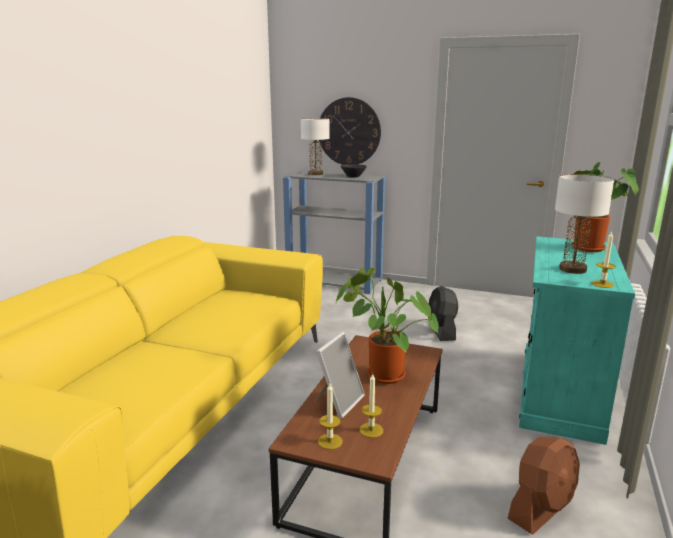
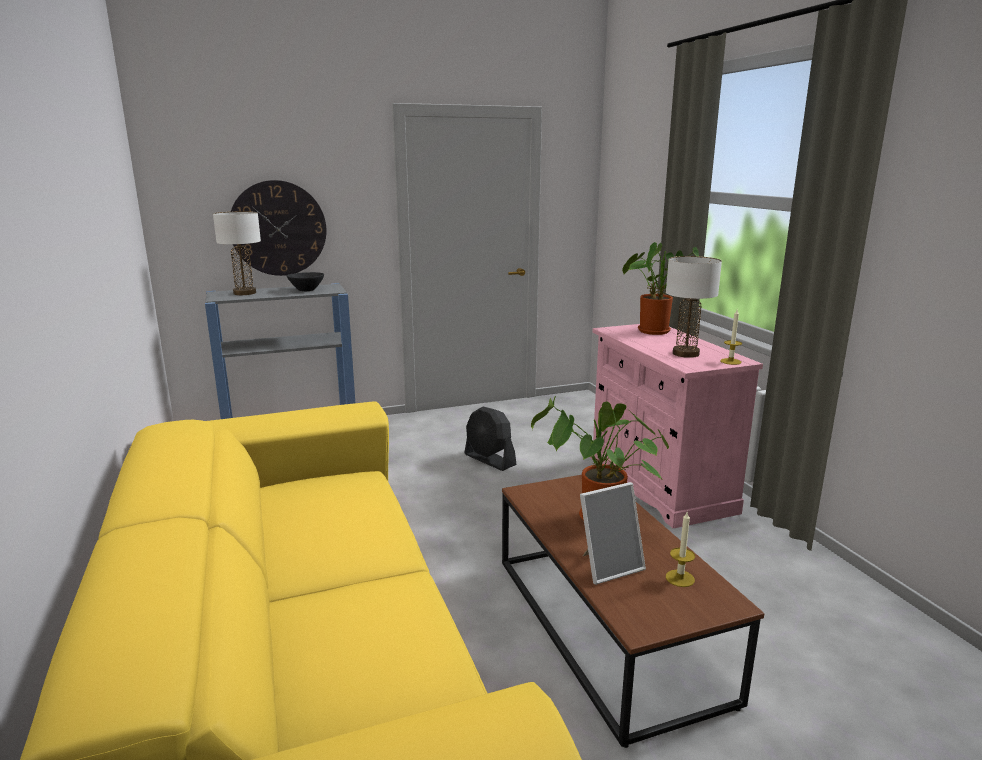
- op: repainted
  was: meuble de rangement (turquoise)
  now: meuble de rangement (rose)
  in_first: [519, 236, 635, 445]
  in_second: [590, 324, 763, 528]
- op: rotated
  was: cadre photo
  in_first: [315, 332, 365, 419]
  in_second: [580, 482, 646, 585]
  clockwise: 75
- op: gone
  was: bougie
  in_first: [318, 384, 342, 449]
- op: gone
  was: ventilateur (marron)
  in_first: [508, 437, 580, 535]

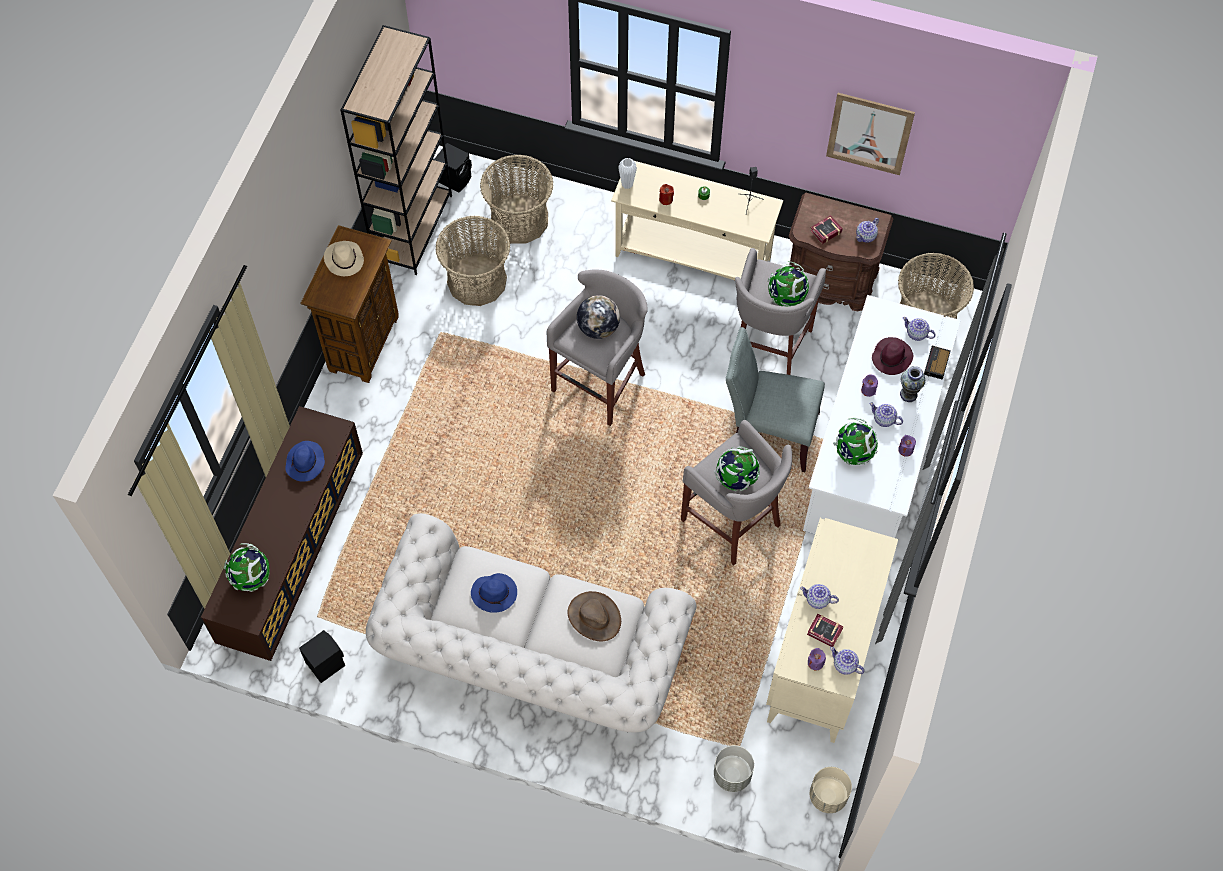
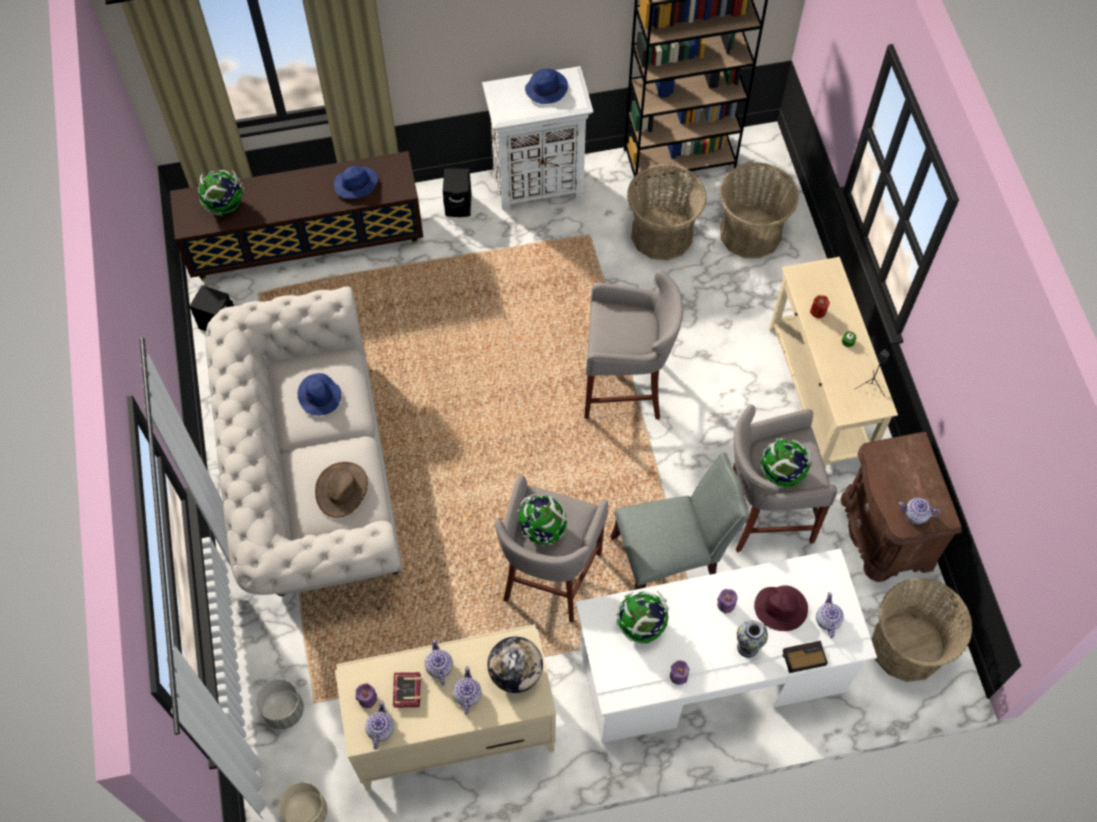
- op: gone
  was: tableau
  in_first: [826, 93, 915, 175]
- op: shifted
  was: enceinte (noir)
  in_first: [435, 143, 472, 193]
  in_second: [443, 168, 472, 217]
- op: gone
  was: vase (blanc)
  in_first: [618, 158, 637, 189]
- op: gone
  was: livre
  in_first: [810, 215, 843, 244]
- op: repainted
  was: meuble de rangement (marron)
  now: meuble de rangement (blanc)
  in_first: [300, 225, 398, 383]
  in_second: [482, 66, 593, 210]
- op: repainted
  was: chapeau (beige)
  now: chapeau (bleu)
  in_first: [324, 241, 364, 276]
  in_second: [525, 69, 568, 104]
- op: shifted
  was: globe
  in_first: [577, 295, 620, 339]
  in_second: [487, 637, 543, 693]
- op: rotated
  was: chaise (gris)
  in_first: [726, 327, 825, 472]
  in_second: [610, 452, 749, 590]
  clockwise: 90
- op: shifted
  was: théière
  in_first: [870, 403, 903, 427]
  in_second: [453, 666, 482, 715]

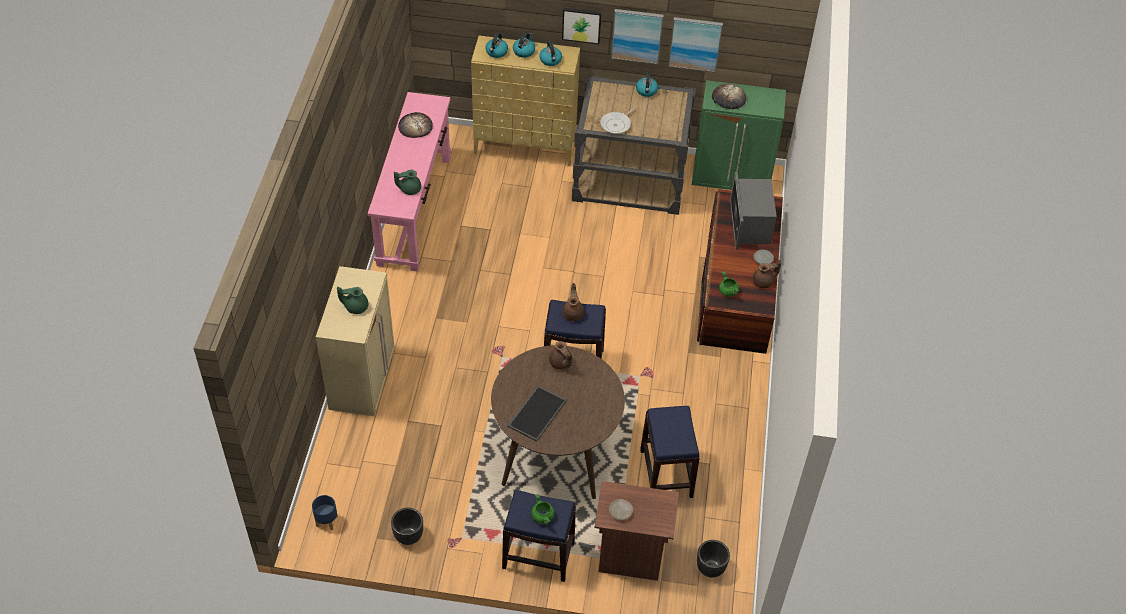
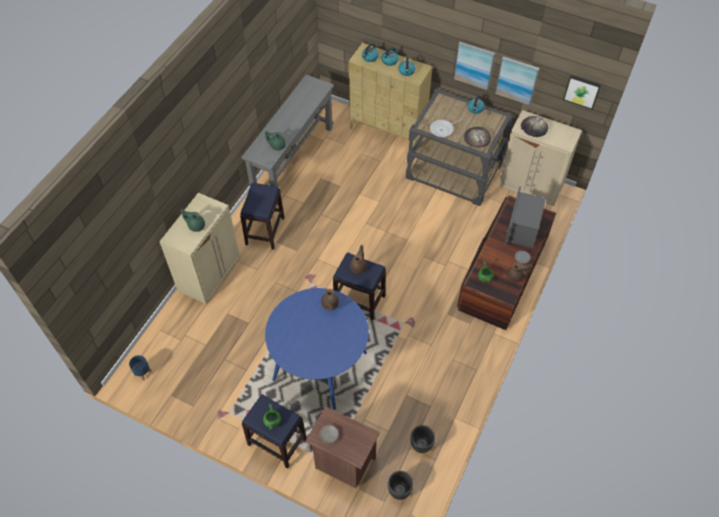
- op: shifted
  was: tableau
  in_first: [562, 7, 602, 44]
  in_second: [563, 75, 601, 110]
- op: repainted
  was: meuble de rangement (vert)
  now: meuble de rangement (beige)
  in_first: [692, 80, 786, 190]
  in_second: [498, 110, 582, 206]
- op: repainted
  was: table console (rose)
  now: table console (gris)
  in_first: [368, 92, 451, 272]
  in_second: [241, 75, 334, 205]
- op: shifted
  was: pain
  in_first: [398, 112, 433, 138]
  in_second: [464, 127, 491, 147]
- op: repainted
  was: table à manger (marron)
  now: table à manger (bleu)
  in_first: [491, 345, 625, 499]
  in_second: [265, 288, 369, 410]
- op: gone
  was: plateau
  in_first: [507, 386, 567, 441]
- op: shifted
  was: tabouret
  in_first: [640, 406, 700, 498]
  in_second: [240, 183, 284, 250]
- op: shifted
  was: cache-pot (noir)
  in_first: [391, 508, 423, 545]
  in_second: [411, 425, 435, 453]

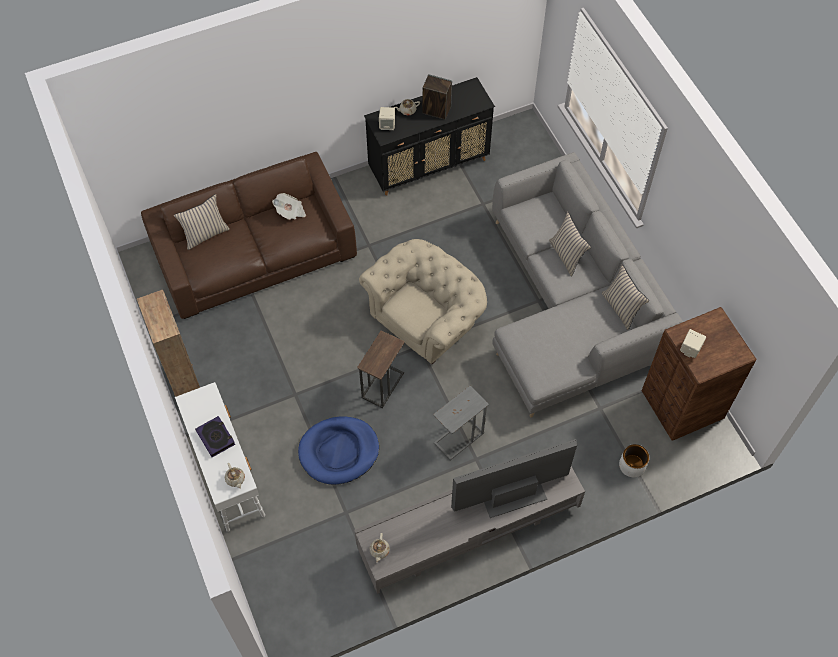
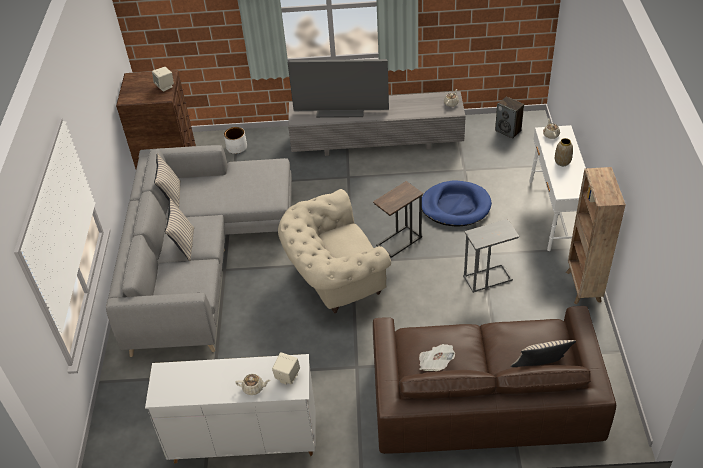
- op: shifted
  was: enceinte
  in_first: [422, 74, 452, 120]
  in_second: [495, 96, 524, 139]
- op: repainted
  was: meuble de rangement (noir)
  now: meuble de rangement (blanc)
  in_first: [364, 77, 495, 196]
  in_second: [145, 354, 316, 464]
- op: shifted
  was: table d'appoint (gris)
  in_first: [433, 386, 489, 460]
  in_second: [463, 219, 519, 293]
- op: swapped
  was: livre
  now: vase
  in_first: [195, 416, 235, 457]
  in_second: [555, 138, 573, 166]

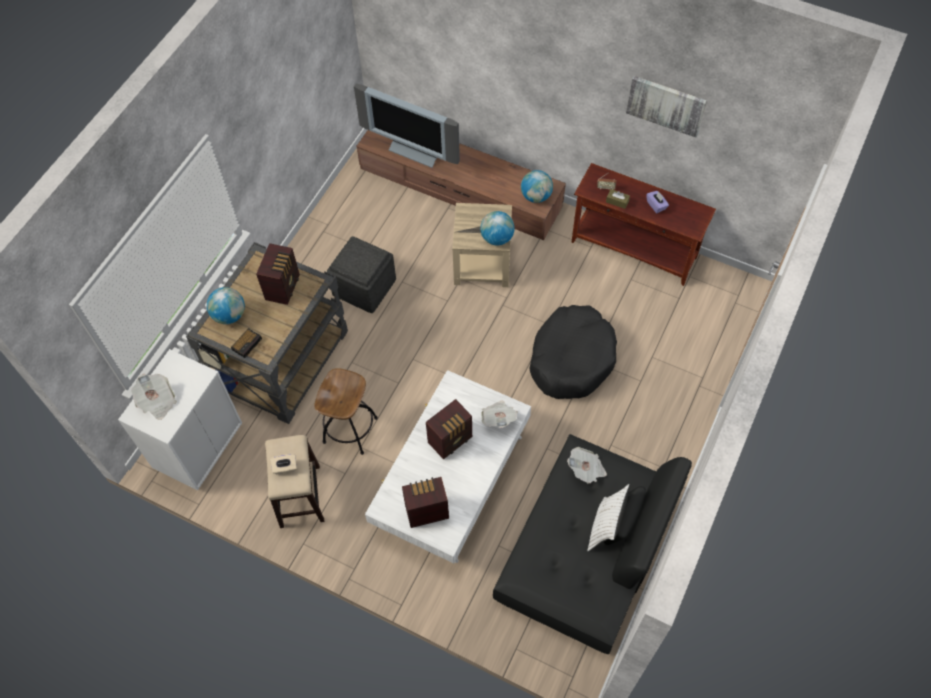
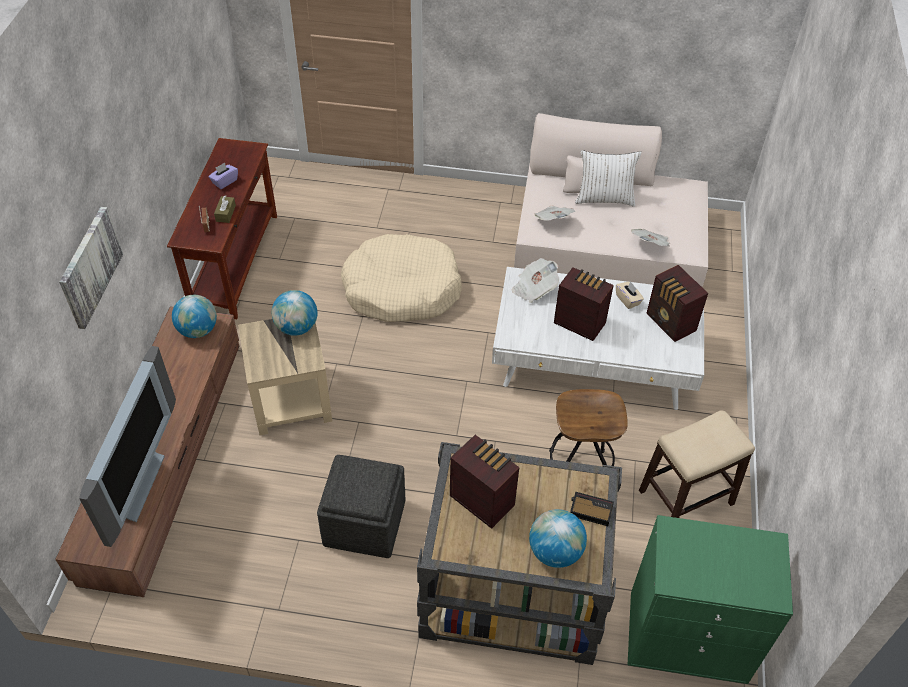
- op: shifted
  was: tableau
  in_first: [626, 76, 707, 137]
  in_second: [59, 206, 123, 329]
- op: rotated
  was: radio
  in_first: [256, 243, 300, 305]
  in_second: [450, 435, 520, 529]
  clockwise: 45
- op: repainted
  was: panier pour chien (noir)
  now: panier pour chien (beige)
  in_first: [530, 305, 617, 399]
  in_second: [341, 234, 462, 322]
- op: repainted
  was: meuble de rangement (blanc)
  now: meuble de rangement (vert)
  in_first: [118, 349, 242, 490]
  in_second: [628, 515, 793, 684]
- op: shifted
  was: journal
  in_first: [131, 374, 177, 420]
  in_second: [631, 229, 670, 247]
- op: repainted
  was: canapé (noir)
  now: canapé (beige)
  in_first: [493, 434, 692, 654]
  in_second: [514, 113, 708, 287]
- op: shifted
  was: boîte à mouchoirs (beige)
  in_first: [270, 454, 297, 474]
  in_second: [616, 282, 644, 309]

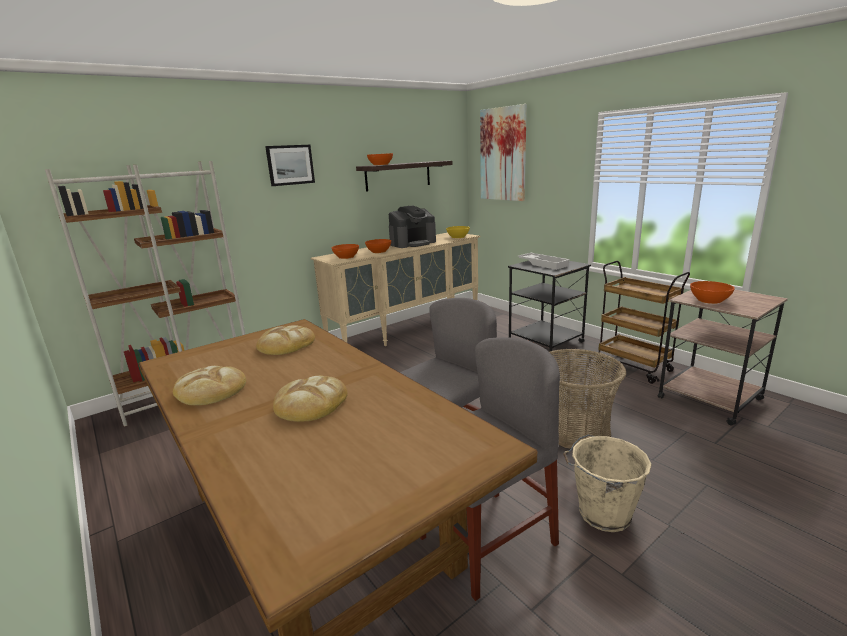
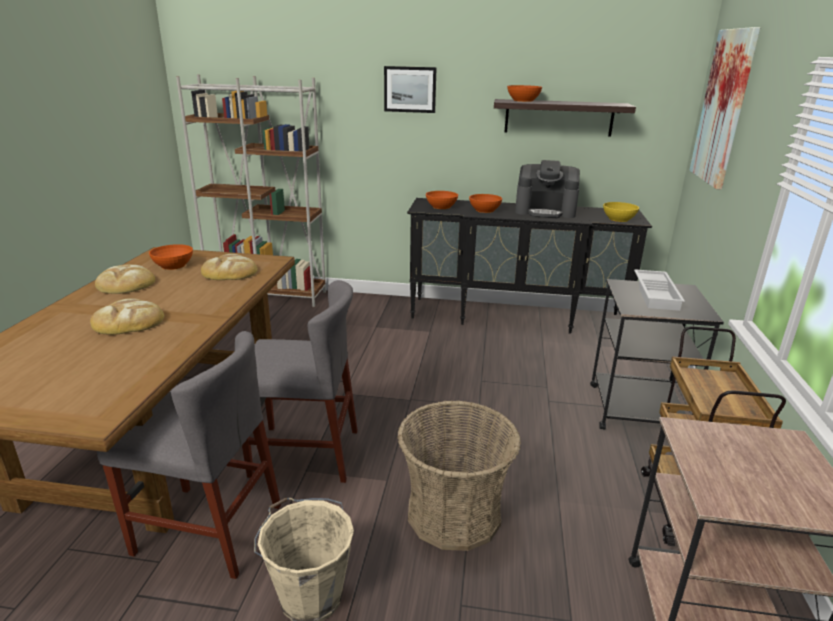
- op: repainted
  was: meuble de rangement (beige)
  now: meuble de rangement (noir)
  in_first: [310, 233, 480, 346]
  in_second: [407, 198, 652, 334]
- op: shifted
  was: bol (orange)
  in_first: [690, 281, 735, 304]
  in_second: [149, 244, 193, 270]

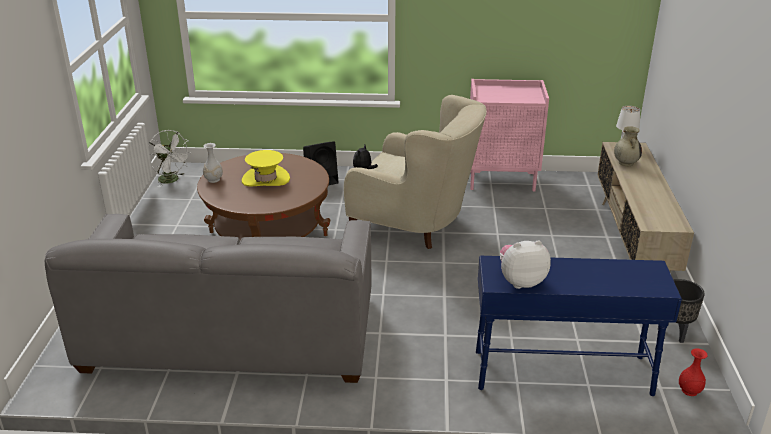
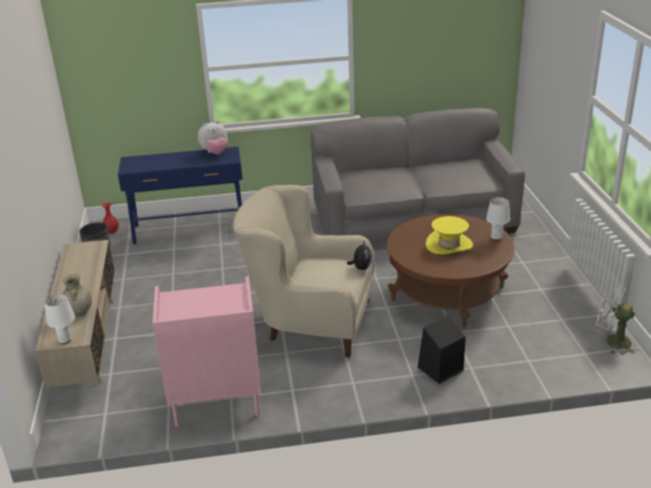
- op: swapped
  was: vase (blanc)
  now: lampe de table (blanc)
  in_first: [203, 143, 223, 183]
  in_second: [486, 197, 510, 241]

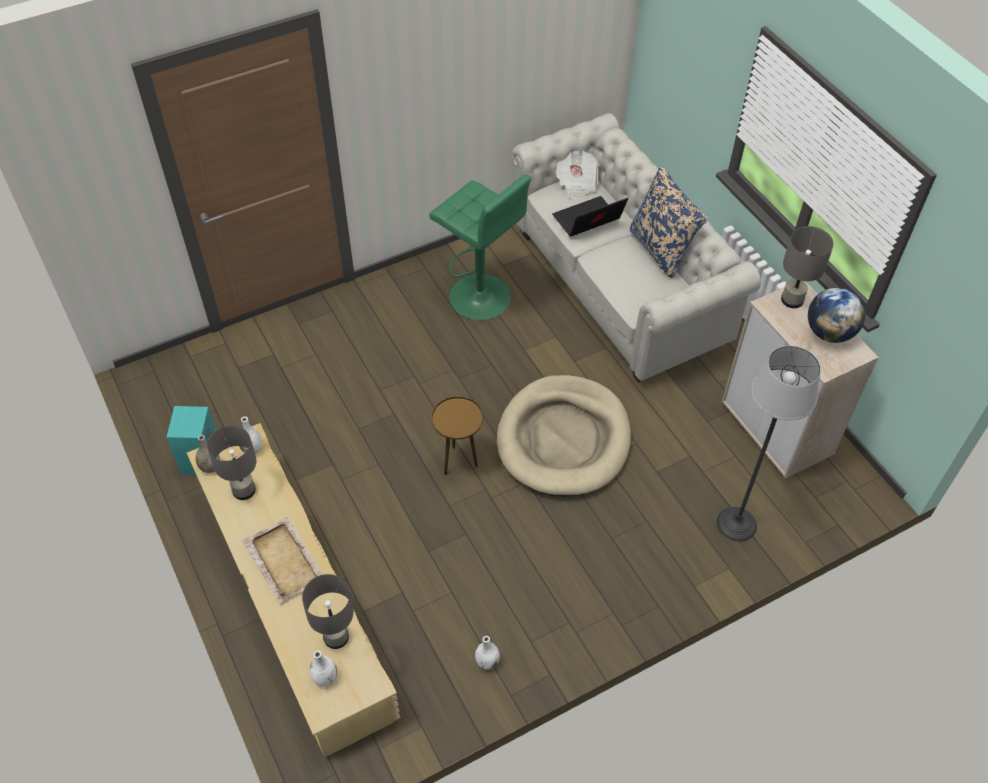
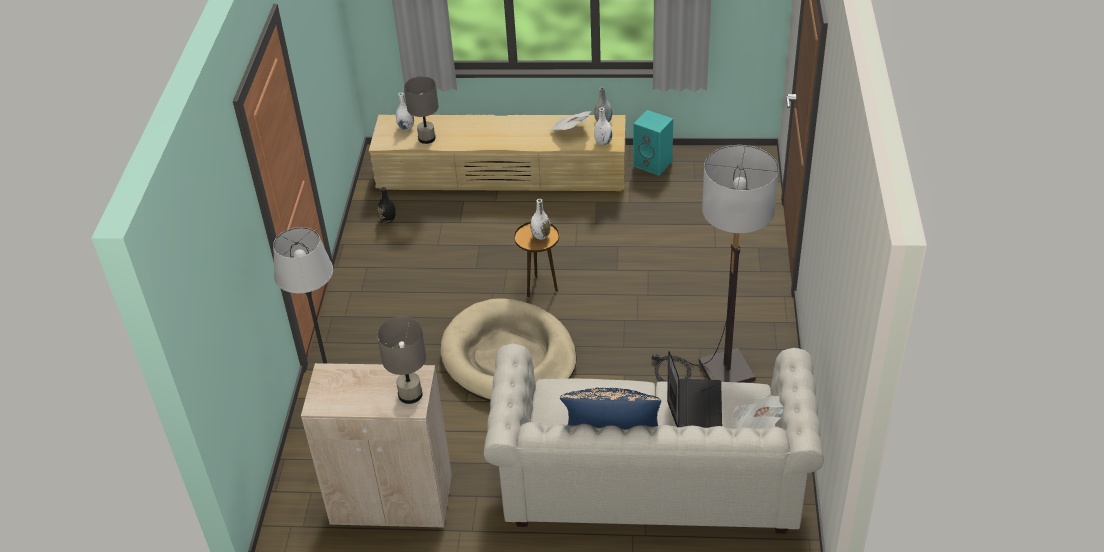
- op: swapped
  was: tabouret (vert)
  now: lampadaire
  in_first: [429, 174, 531, 320]
  in_second: [652, 145, 779, 383]
- op: gone
  was: globe
  in_first: [808, 288, 865, 343]
- op: swapped
  was: lampe de table (gris)
  now: journal
  in_first: [207, 425, 256, 500]
  in_second: [550, 111, 592, 131]
- op: gone
  was: plateau (beige)
  in_first: [242, 517, 323, 603]
- op: shifted
  was: vase (blanc)
  in_first: [475, 636, 500, 670]
  in_second: [530, 199, 551, 240]
- op: new
  now: vase (noir)
  in_second: [377, 187, 396, 223]

